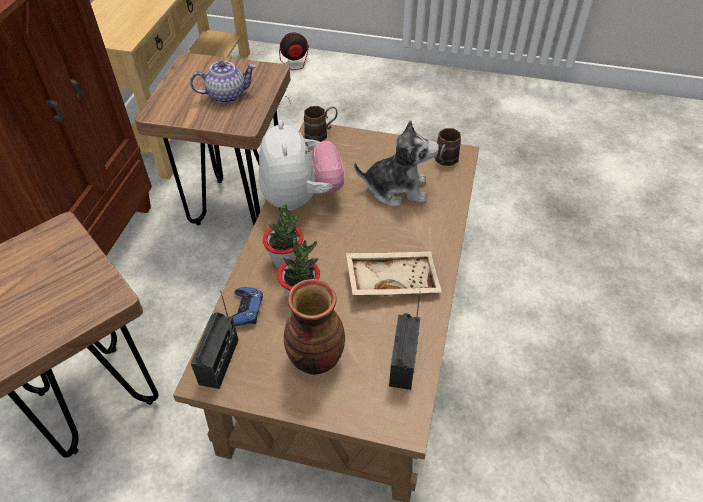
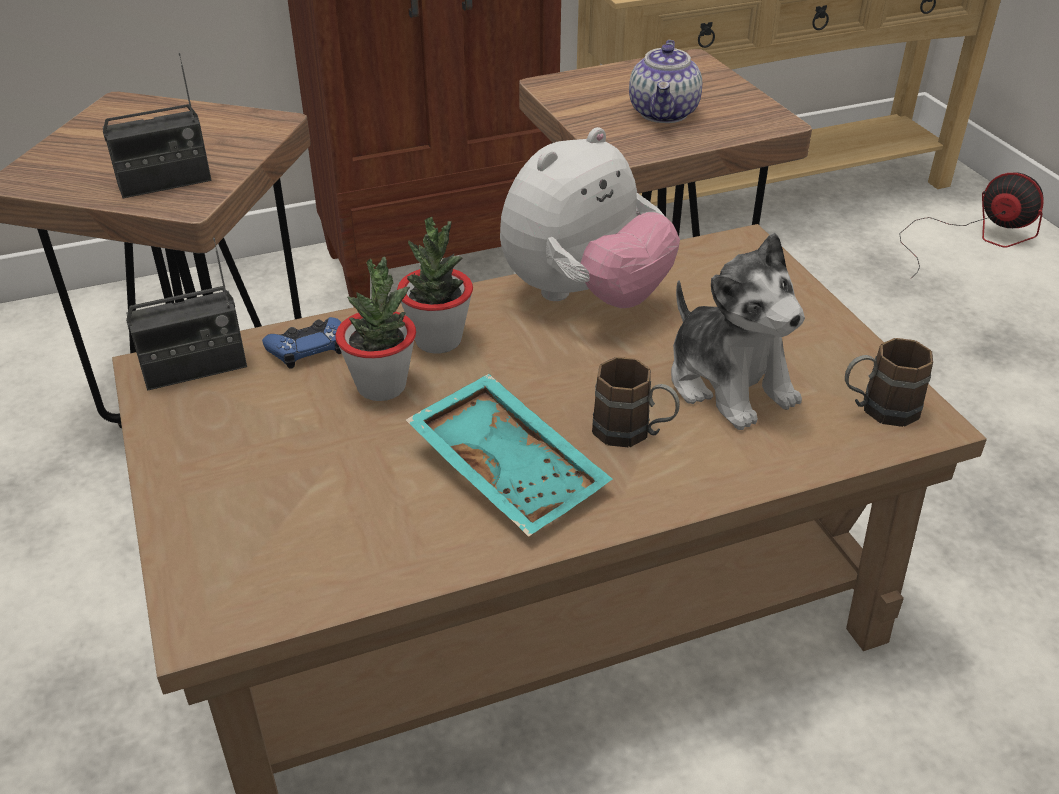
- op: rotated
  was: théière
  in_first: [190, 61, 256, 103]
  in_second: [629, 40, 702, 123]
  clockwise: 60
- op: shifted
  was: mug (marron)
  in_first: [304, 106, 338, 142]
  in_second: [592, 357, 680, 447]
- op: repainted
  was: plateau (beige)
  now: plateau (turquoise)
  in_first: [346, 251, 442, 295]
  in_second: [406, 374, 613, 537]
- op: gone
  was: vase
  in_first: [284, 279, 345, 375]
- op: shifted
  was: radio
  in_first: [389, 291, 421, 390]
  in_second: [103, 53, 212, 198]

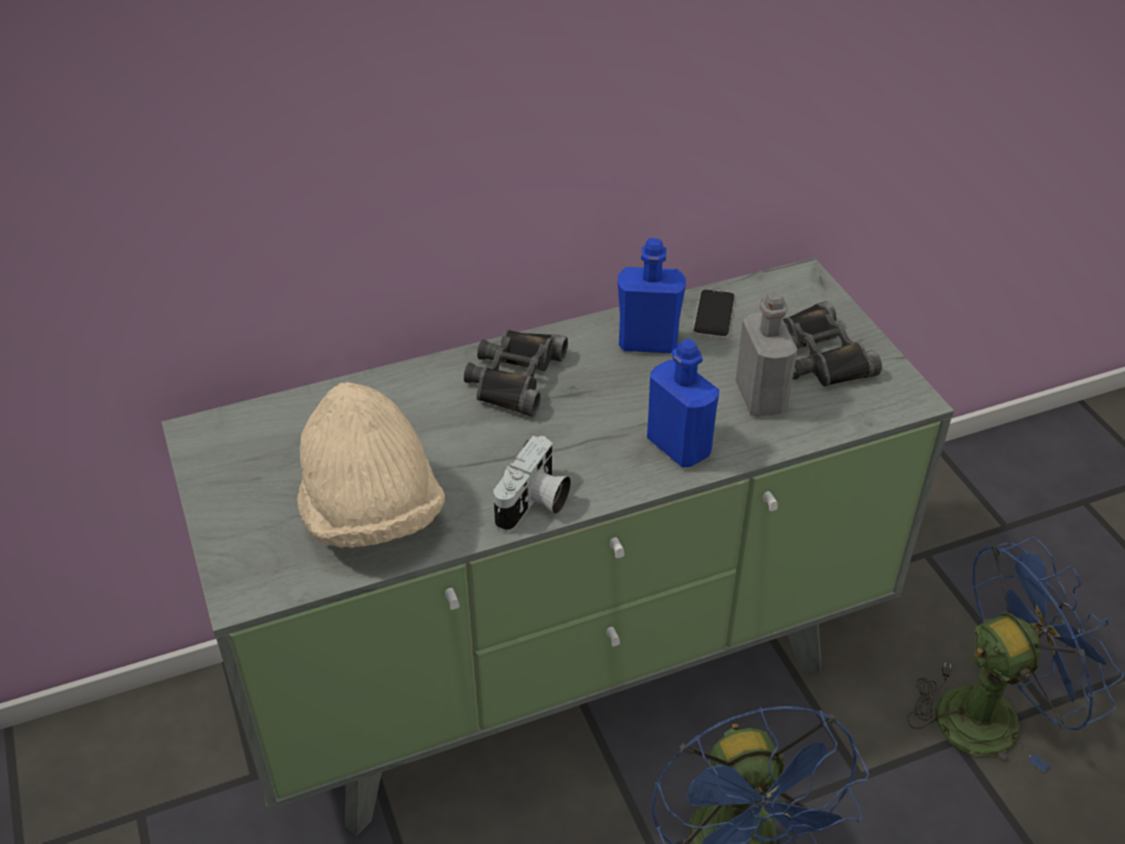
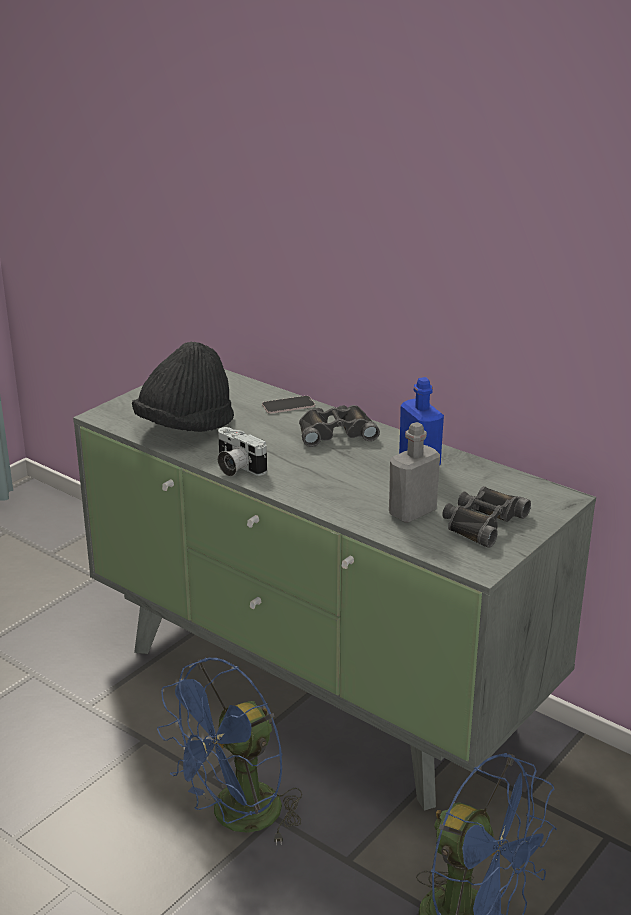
- op: shifted
  was: téléphone
  in_first: [693, 289, 735, 339]
  in_second: [262, 396, 315, 414]
- op: gone
  was: bouteille (bleu)
  in_first: [647, 339, 719, 467]
- op: repainted
  was: chapeau (beige)
  now: chapeau (noir)
  in_first: [297, 382, 445, 548]
  in_second: [132, 342, 234, 432]
- op: rotated
  was: appareil photo
  in_first: [493, 436, 571, 532]
  in_second: [218, 427, 267, 476]
  clockwise: 45

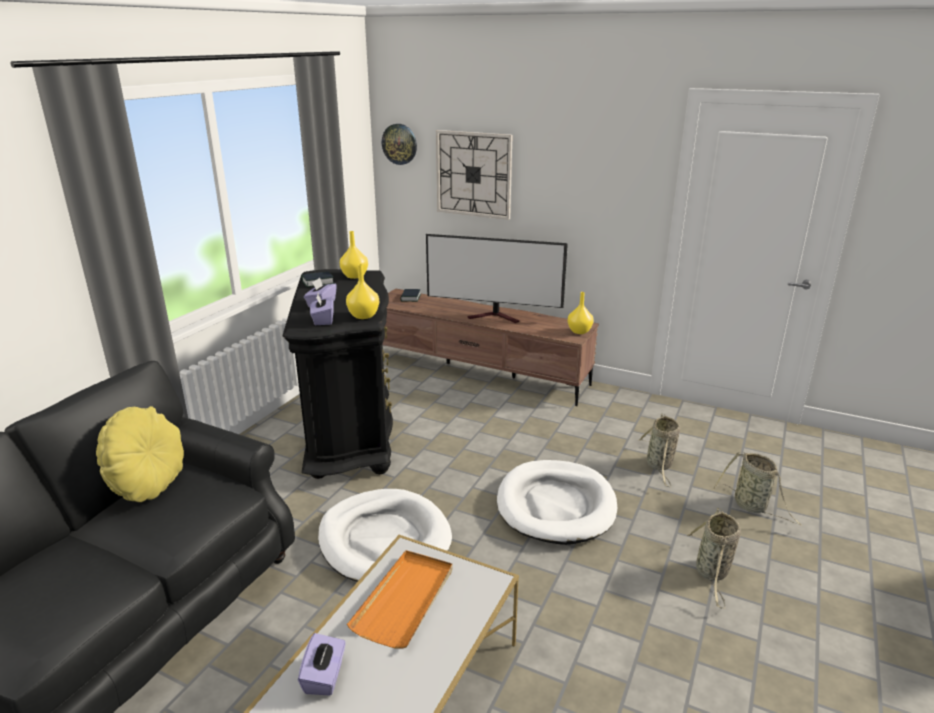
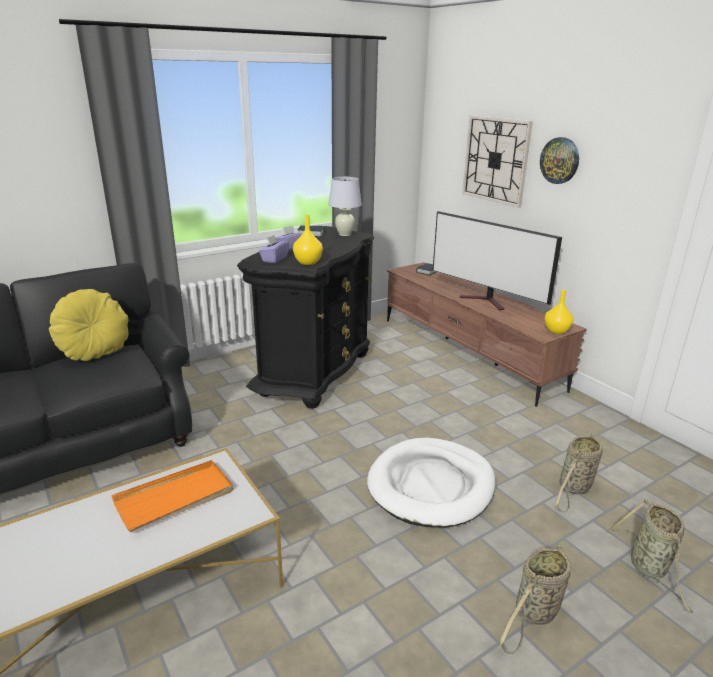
- op: shifted
  was: horloge murale
  in_first: [382, 124, 417, 165]
  in_second: [540, 137, 579, 184]
- op: swapped
  was: vase (jaune)
  now: lampe de table (blanc)
  in_first: [340, 231, 368, 279]
  in_second: [328, 177, 362, 236]
- op: gone
  was: panier pour chien (blanc)
  in_first: [318, 489, 452, 582]
- op: gone
  was: boîte à mouchoirs (violet)
  in_first: [298, 633, 346, 696]

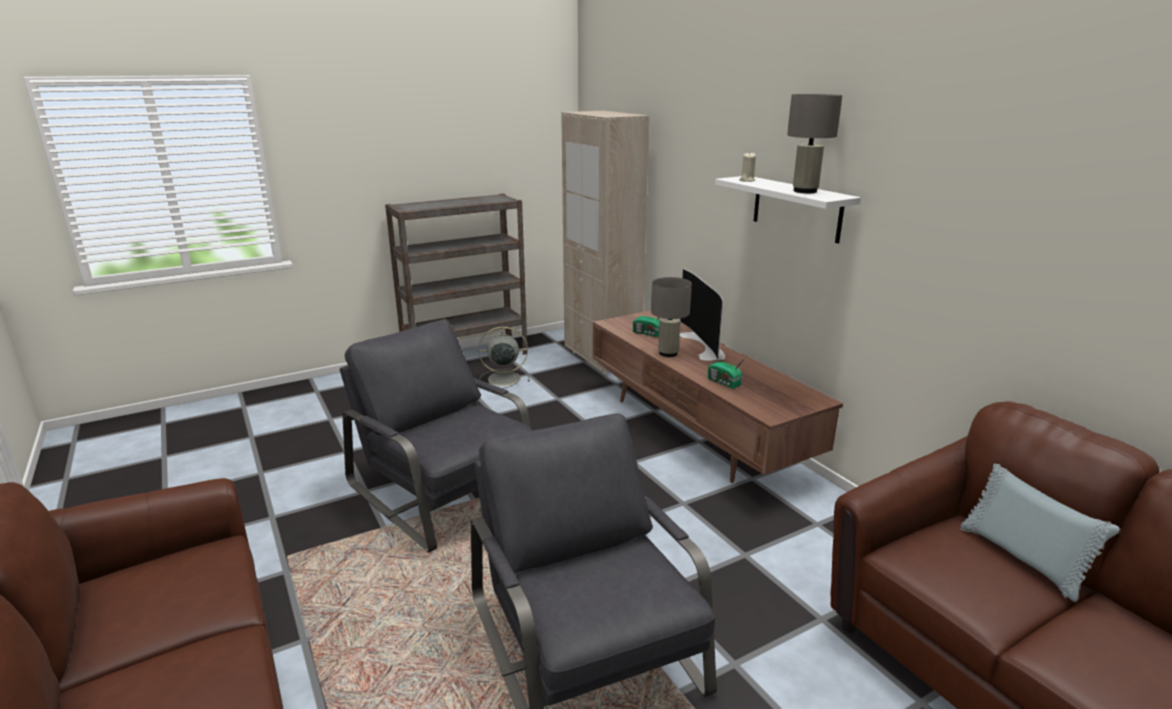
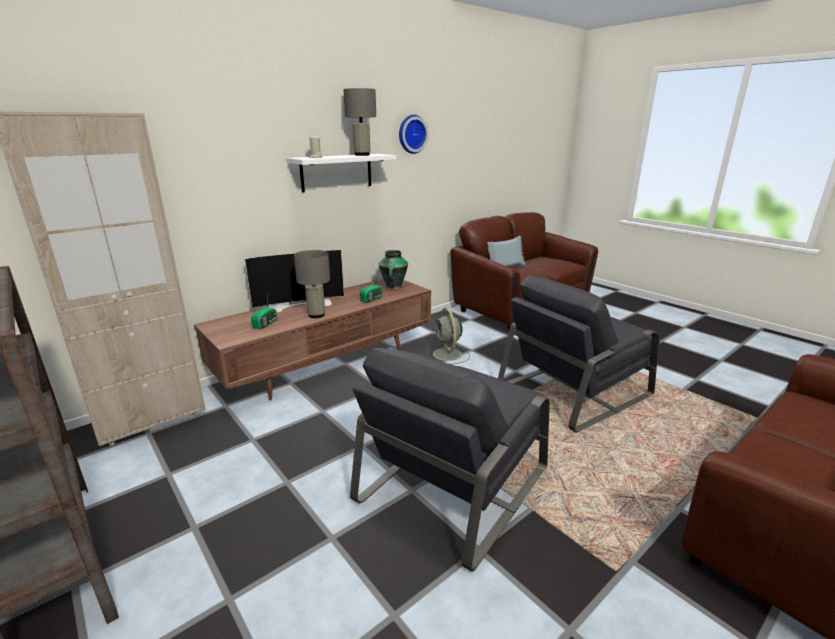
- op: shifted
  was: ventilateur (gris)
  in_first: [478, 327, 530, 389]
  in_second: [427, 308, 470, 364]
- op: new
  now: horloge murale
  in_second: [399, 115, 428, 154]
- op: new
  now: vase
  in_second: [379, 250, 408, 290]

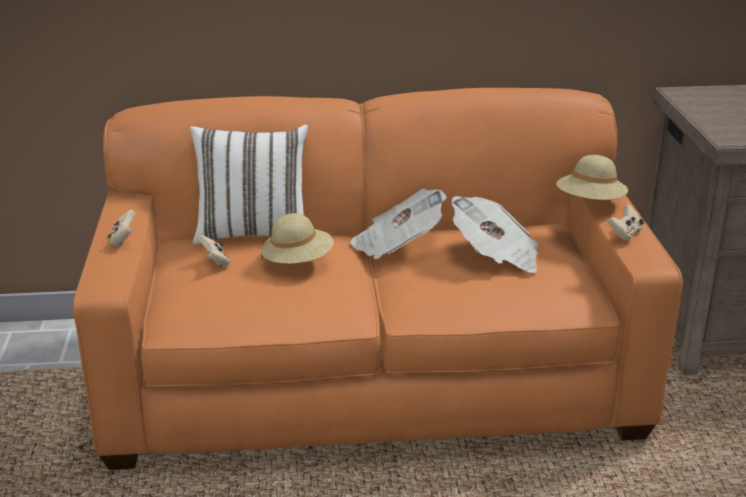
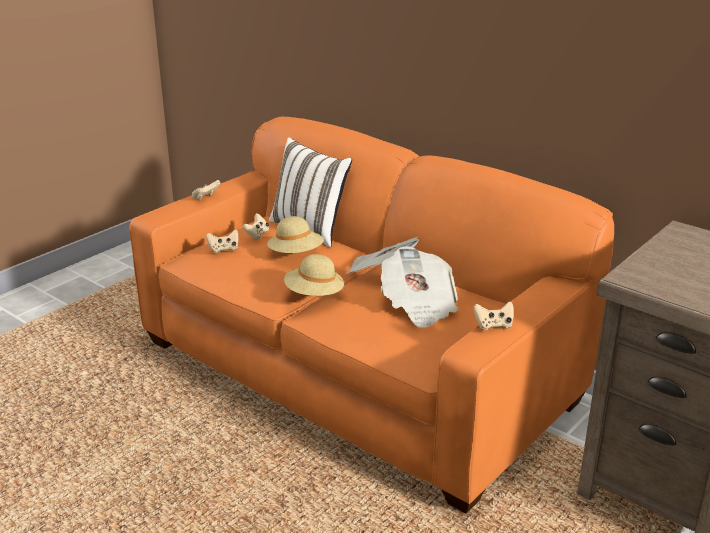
- op: shifted
  was: chapeau (beige)
  in_first: [557, 155, 628, 200]
  in_second: [284, 254, 345, 296]
- op: new
  now: manette (beige)
  in_second: [206, 229, 239, 253]

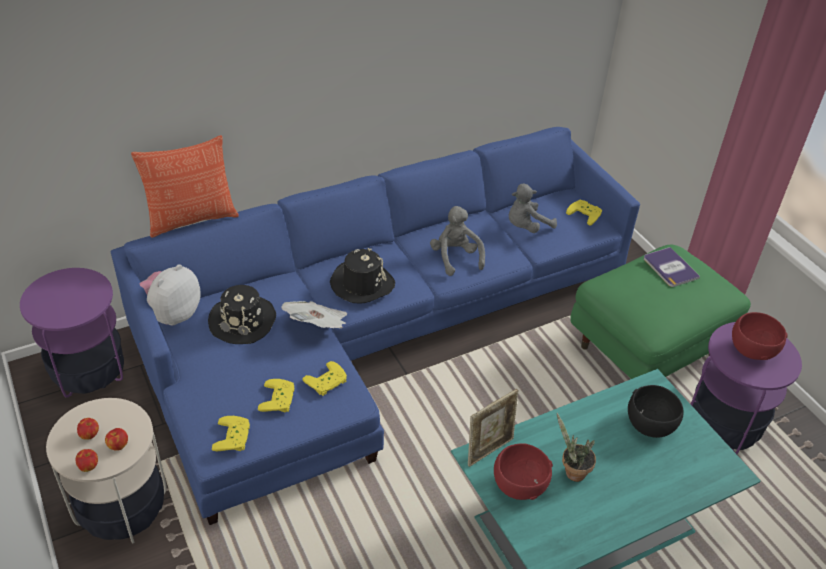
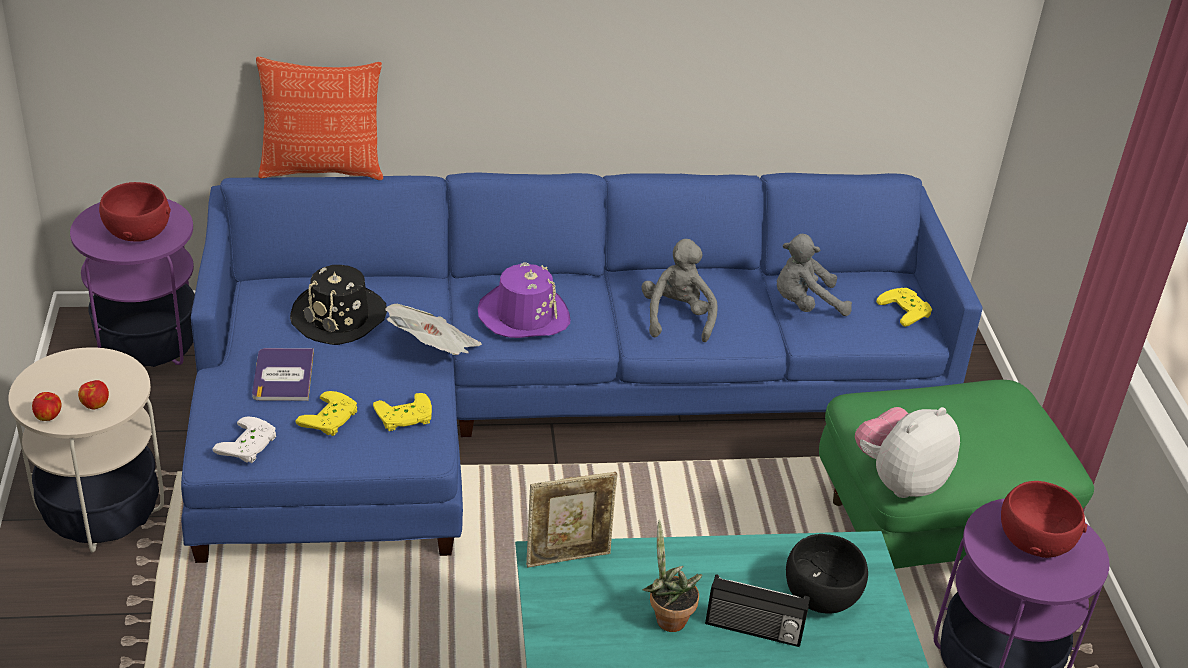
- op: shifted
  was: livre
  in_first: [644, 247, 700, 287]
  in_second: [252, 348, 314, 401]
- op: repainted
  was: chapeau (noir)
  now: chapeau (violet)
  in_first: [330, 248, 395, 303]
  in_second: [477, 262, 570, 338]
- op: shifted
  was: peluche
  in_first: [140, 264, 200, 325]
  in_second: [855, 407, 960, 498]
- op: repainted
  was: manette (jaune)
  now: manette (blanc)
  in_first: [212, 416, 250, 452]
  in_second: [212, 416, 276, 463]
- op: gone
  was: pomme
  in_first: [77, 418, 99, 440]
- op: shifted
  was: bol (rouge)
  in_first: [494, 443, 553, 500]
  in_second: [99, 182, 171, 241]
- op: new
  now: radio
  in_second: [705, 574, 810, 647]

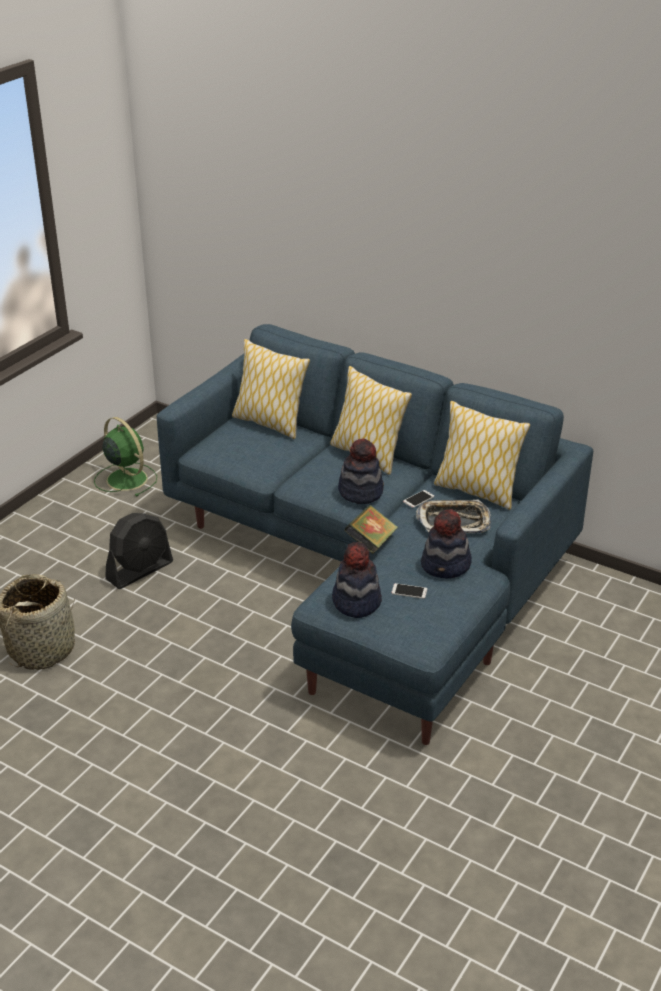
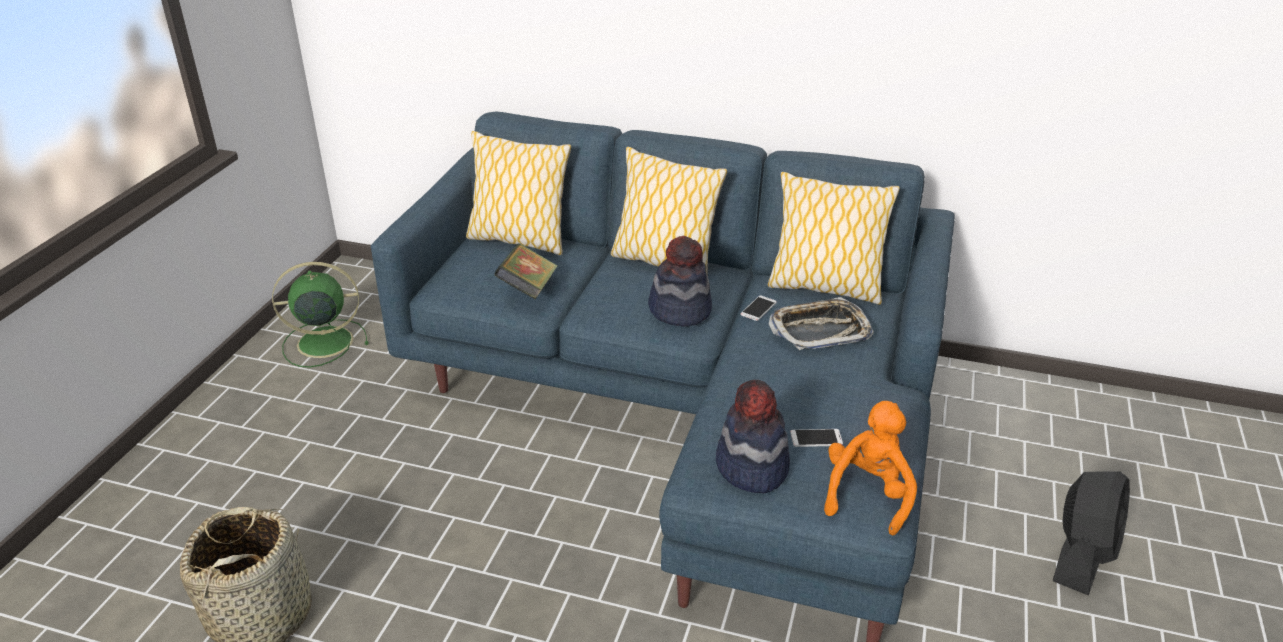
- op: rotated
  was: ventilateur (vert)
  in_first: [94, 417, 157, 497]
  in_second: [272, 262, 369, 368]
  clockwise: -45
- op: shifted
  was: livre
  in_first: [344, 505, 398, 554]
  in_second: [494, 243, 558, 299]
- op: gone
  was: chapeau
  in_first: [421, 509, 472, 579]
- op: shifted
  was: ventilateur (noir)
  in_first: [105, 513, 173, 589]
  in_second: [1053, 471, 1130, 595]
- op: new
  now: peluche (orange)
  in_second: [824, 401, 917, 535]

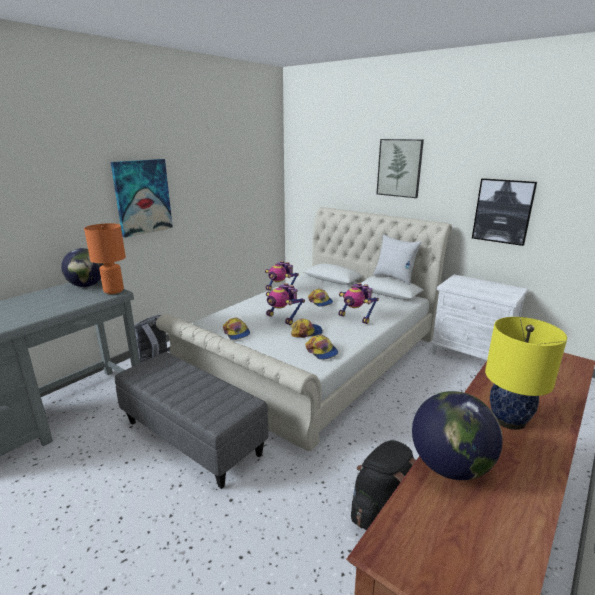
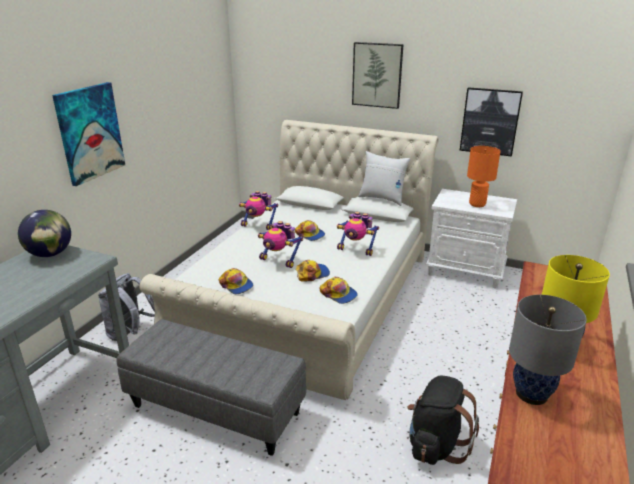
- op: shifted
  was: lampe de table (orange)
  in_first: [84, 223, 126, 294]
  in_second: [467, 146, 501, 207]
- op: swapped
  was: globe
  now: lampe de table (gris)
  in_first: [412, 391, 503, 480]
  in_second: [509, 295, 587, 405]

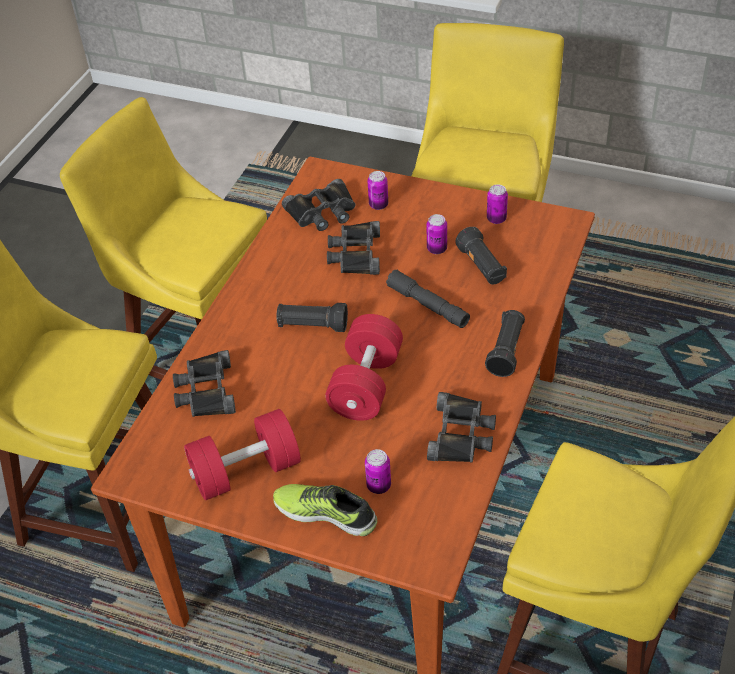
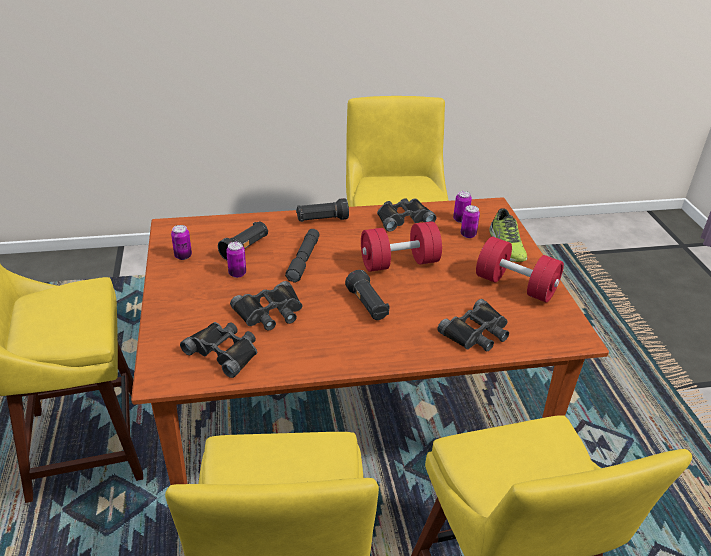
- op: shifted
  was: boîte métallique
  in_first: [367, 171, 388, 210]
  in_second: [453, 191, 472, 223]

